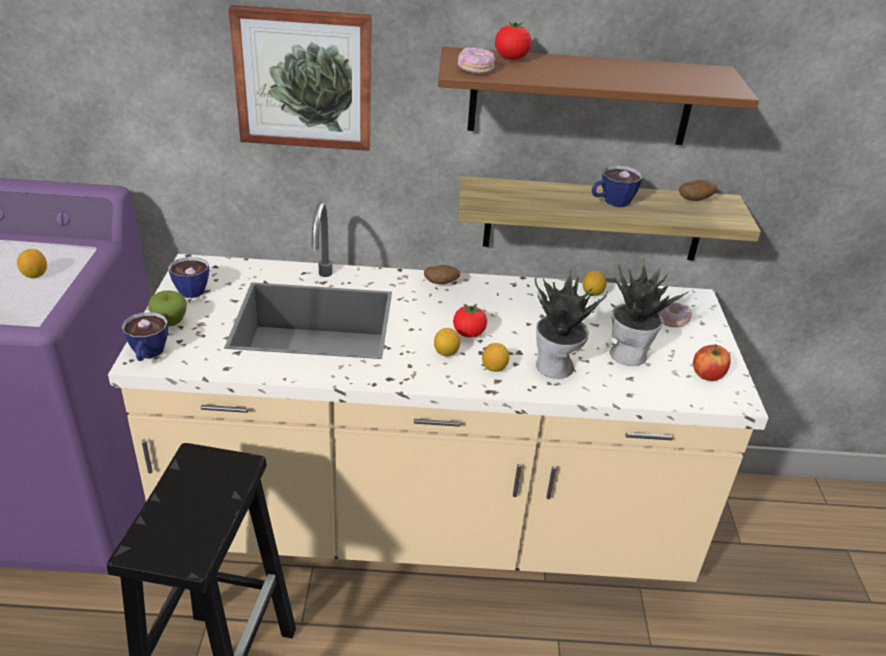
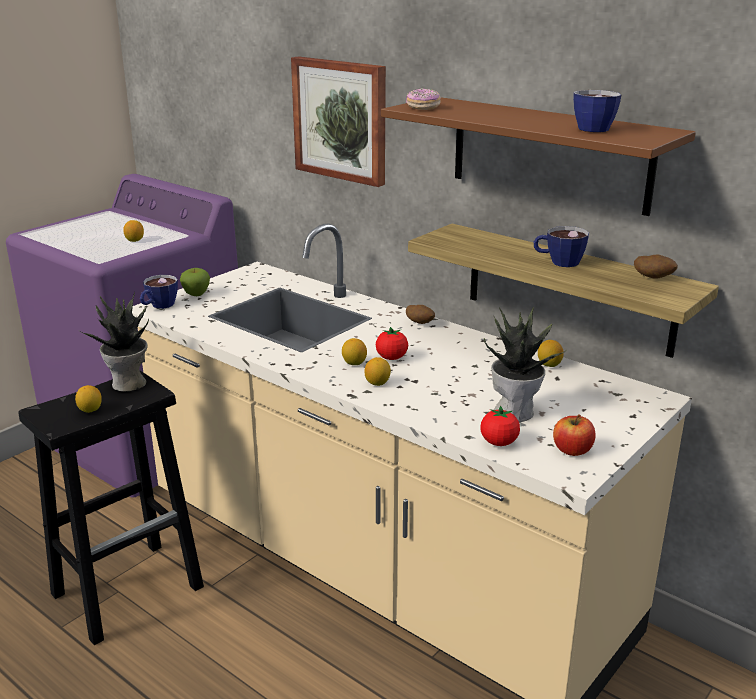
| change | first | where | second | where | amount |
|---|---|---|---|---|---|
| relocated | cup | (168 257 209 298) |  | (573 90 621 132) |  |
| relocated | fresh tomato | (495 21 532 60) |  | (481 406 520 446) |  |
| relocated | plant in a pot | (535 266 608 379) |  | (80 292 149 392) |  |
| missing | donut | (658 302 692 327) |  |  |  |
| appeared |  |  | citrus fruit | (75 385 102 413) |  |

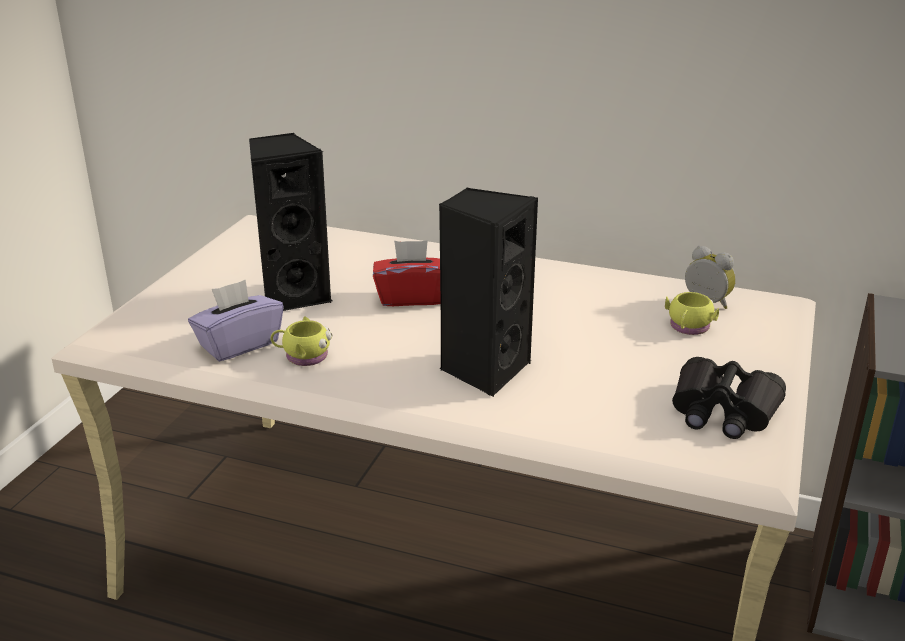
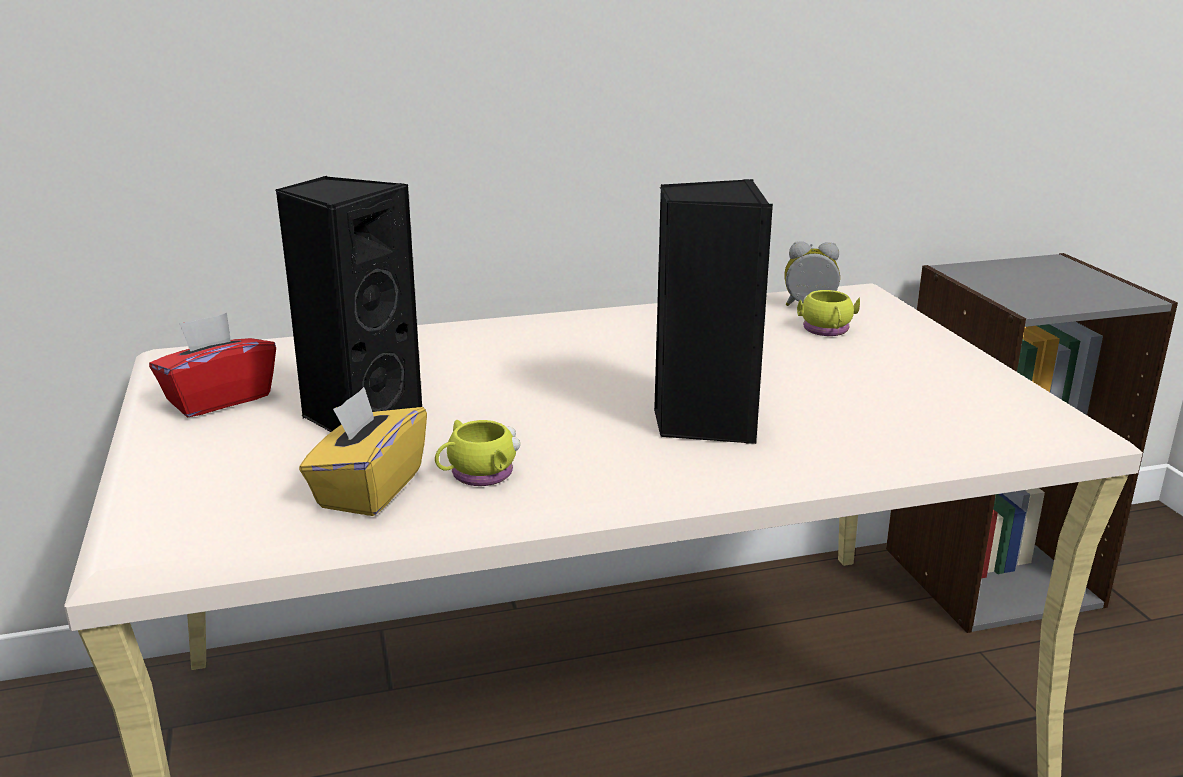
| change | first | where | second | where | amount |
|---|---|---|---|---|---|
| colour | tissue holder in purple-coloured | (188 280 284 362) | tissue holder in yellow-coloured | (299 387 427 516) |  |
| relocated | tissue holder in reddish | (373 240 441 306) |  | (149 313 276 418) |  |
| missing | binoculars in blackish | (672 357 786 439) |  |  |  |

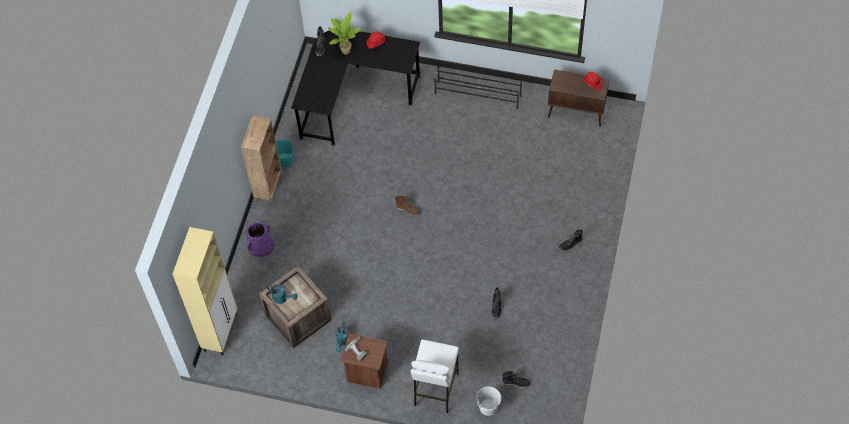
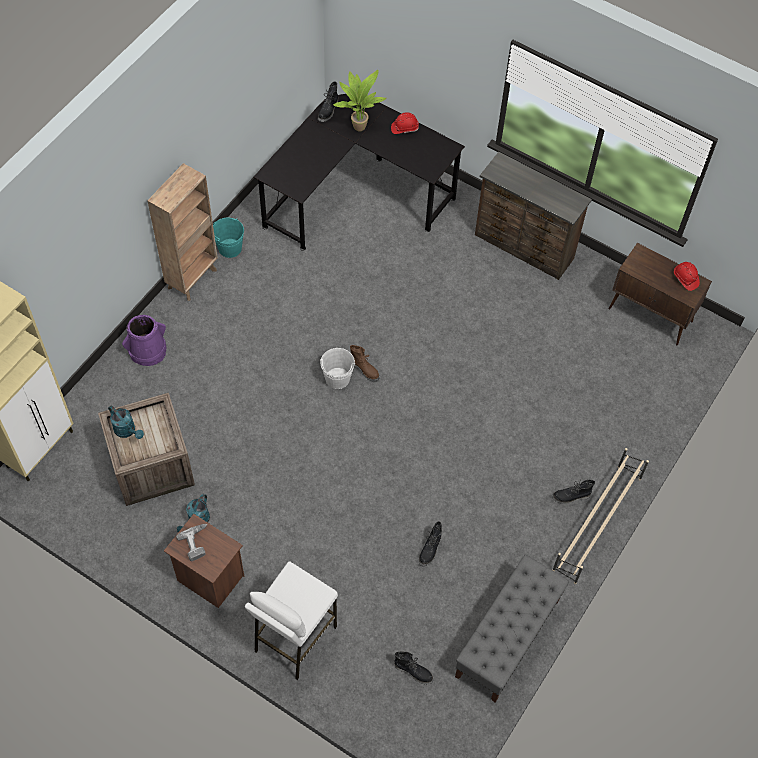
| change | first | where | second | where | amount |
|---|---|---|---|---|---|
| exchanged | shoe rack in blackish | (434 66 522 109) | dresser in brownish | (475 152 592 280) |  |
| relocated | pail in white | (476 387 501 416) |  | (320 348 355 389) |  |
| appeared |  |  | indoor bench in greyish | (455 555 569 703) |  |
| appeared |  |  | shoe rack in beige-coloured | (552 448 649 584) |  |

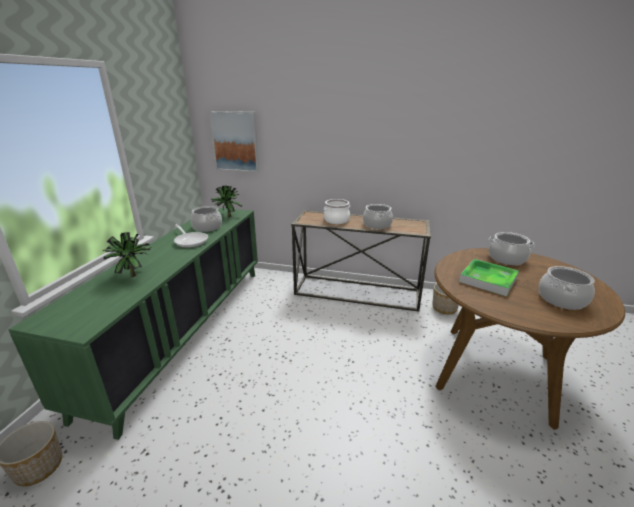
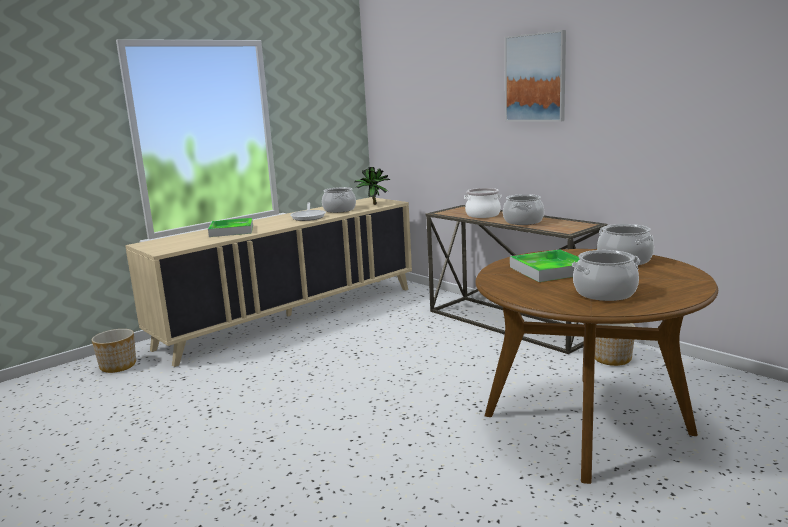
| change | first | where | second | where | amount |
|---|---|---|---|---|---|
| colour | cabinet in green-coloured | (8 208 258 440) | cabinet in beige-coloured | (125 197 412 367) |  |
| exchanged | plant in a pot | (102 232 152 277) | serving tray | (208 218 253 237) |  |
| relocated | picture | (209 111 259 172) |  | (505 30 566 122) |  |

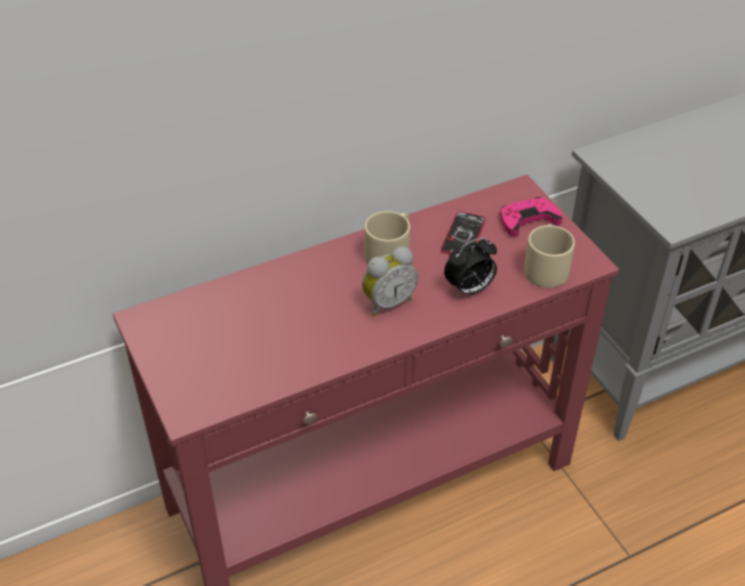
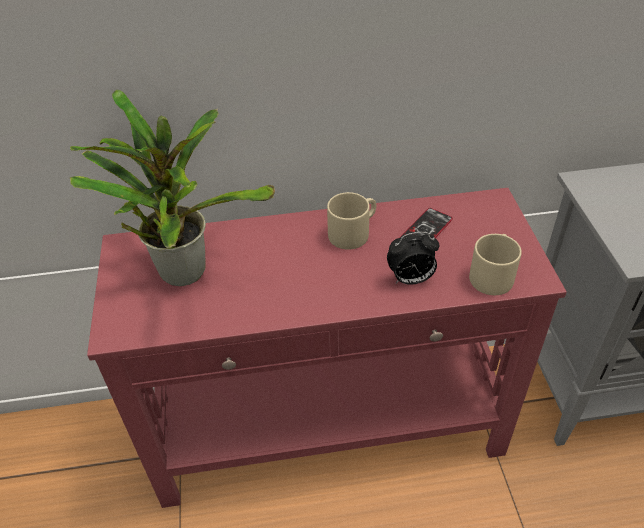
| change | first | where | second | where | amount |
|---|---|---|---|---|---|
| missing | table clock | (362 247 418 316) |  |  |  |
| missing | game controller in pinkish | (501 197 562 237) |  |  |  |
| appeared |  |  | plant in a pot | (70 90 275 286) |  |

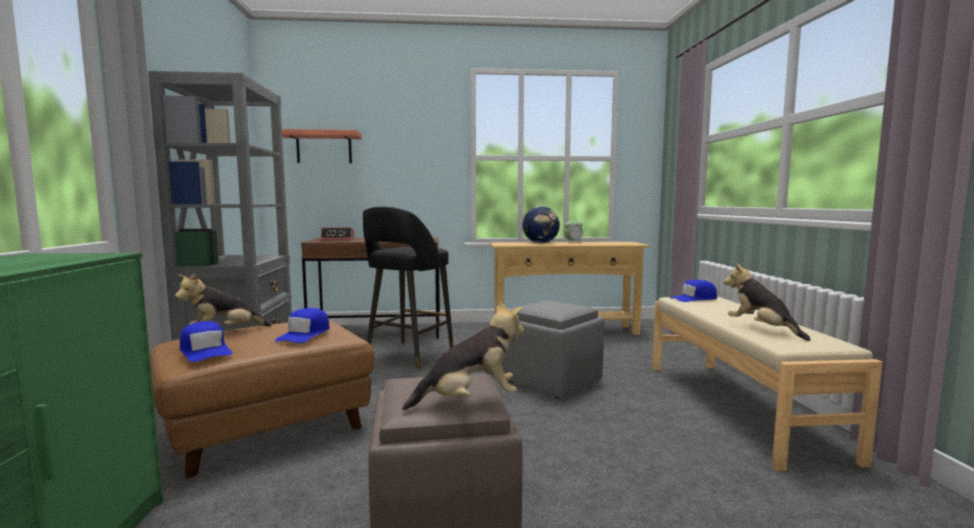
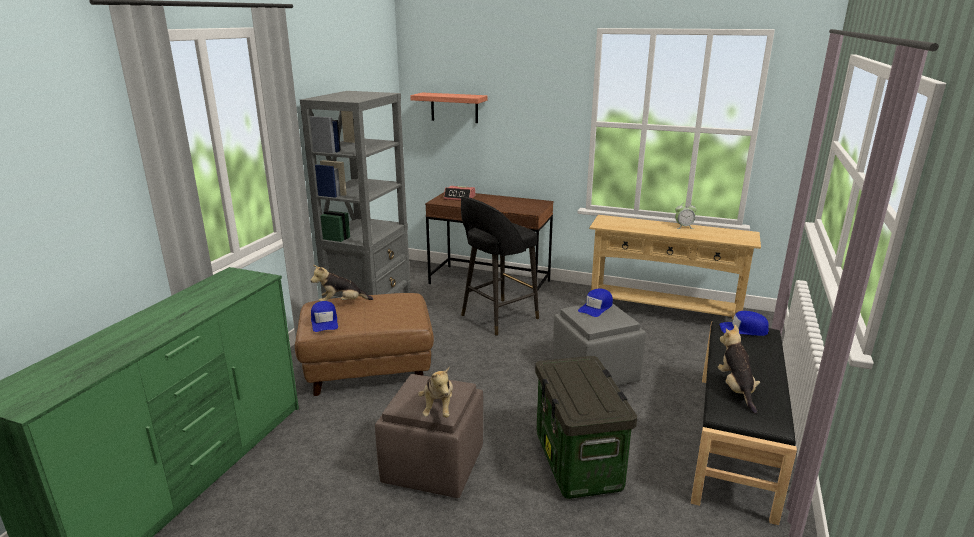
| change | first | where | second | where | amount |
|---|---|---|---|---|---|
| relocated | baseball cap in blue-coloured | (275 308 330 343) |  | (578 289 613 317) |  |
| spun | plush toy | (402 300 524 411) |  | (418 367 453 418) | 75 degrees clockwise |
| missing | globe | (522 206 560 243) |  |  |  |
| colour | indoor bench in beige-coloured | (652 297 883 471) | indoor bench in blackish | (691 320 797 525) |  |
| appeared |  |  | storage container | (535 356 637 499) |  |

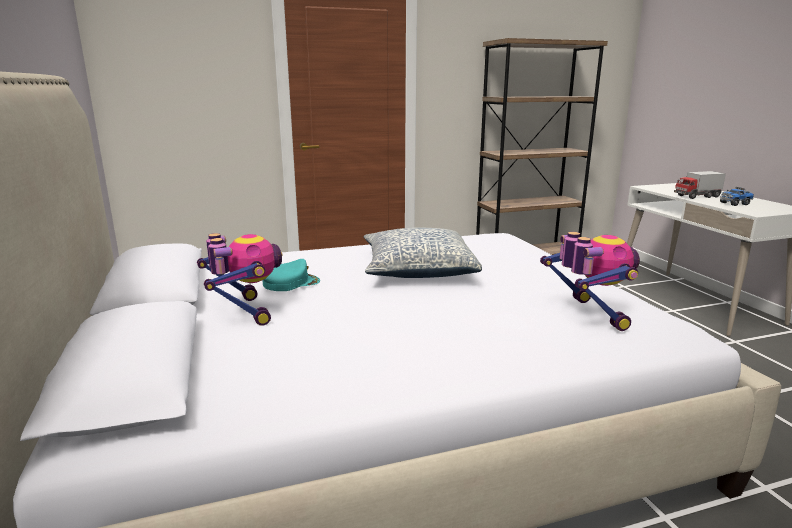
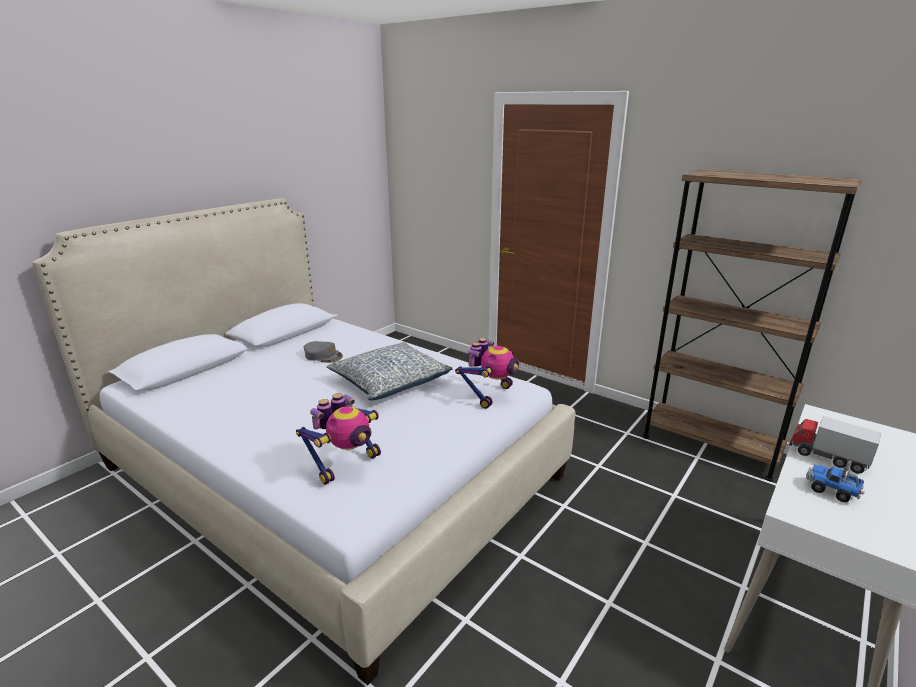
| change | first | where | second | where | amount |
|---|---|---|---|---|---|
| relocated | toy robot | (197 233 282 326) |  | (455 338 519 409) |  |
| colour | baseball cap in turquoise | (262 259 320 291) | baseball cap in greyish | (303 341 343 363) |  |

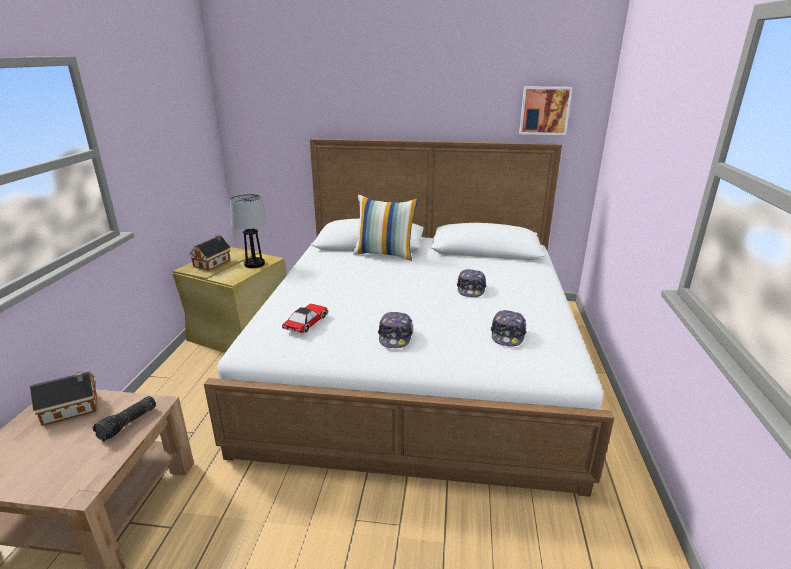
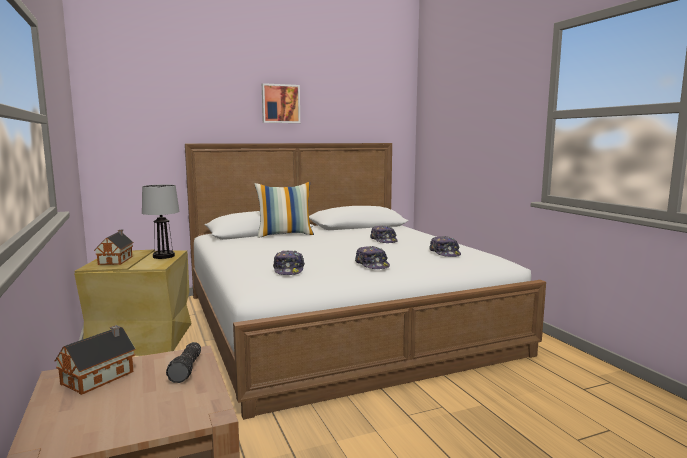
| change | first | where | second | where | amount |
|---|---|---|---|---|---|
| exchanged | toy car | (282 304 328 334) | baseball cap | (273 251 305 275) |  |
| relocated | picture | (519 87 573 135) |  | (262 83 300 123) |  |

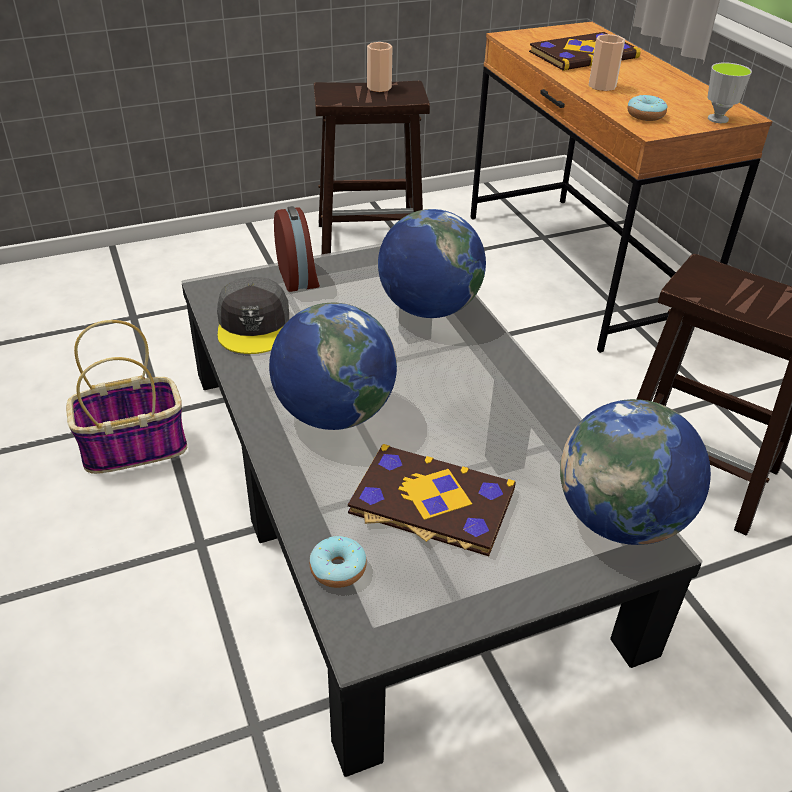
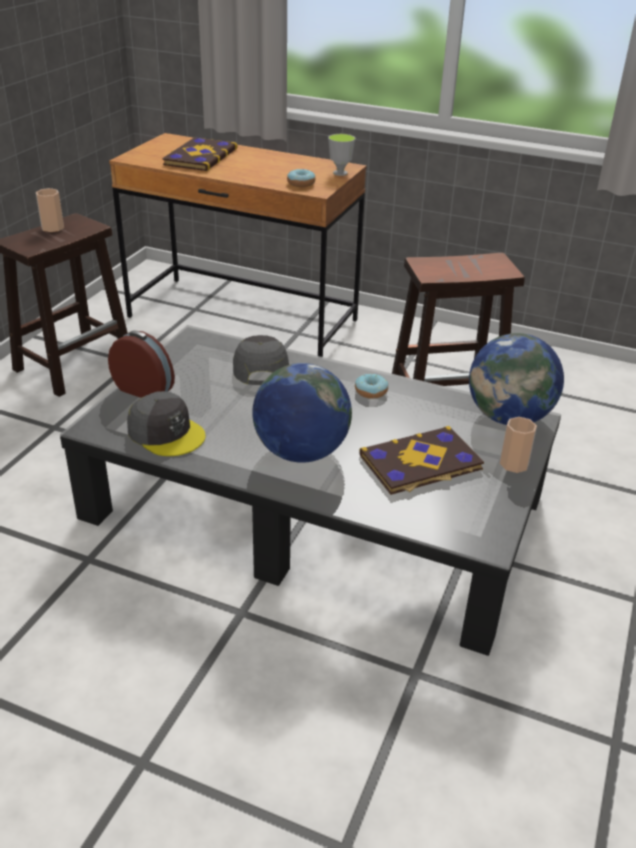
| change | first | where | second | where | amount |
|---|---|---|---|---|---|
| missing | household basket | (66 320 187 474) |  |  |  |
| relocated | donut | (309 536 367 588) |  | (355 373 388 399) |  |
| exchanged | globe | (378 209 486 318) | baseball cap in greyish | (233 335 289 385) |  |
| relocated | cup | (589 34 625 91) |  | (500 417 537 473) |  |

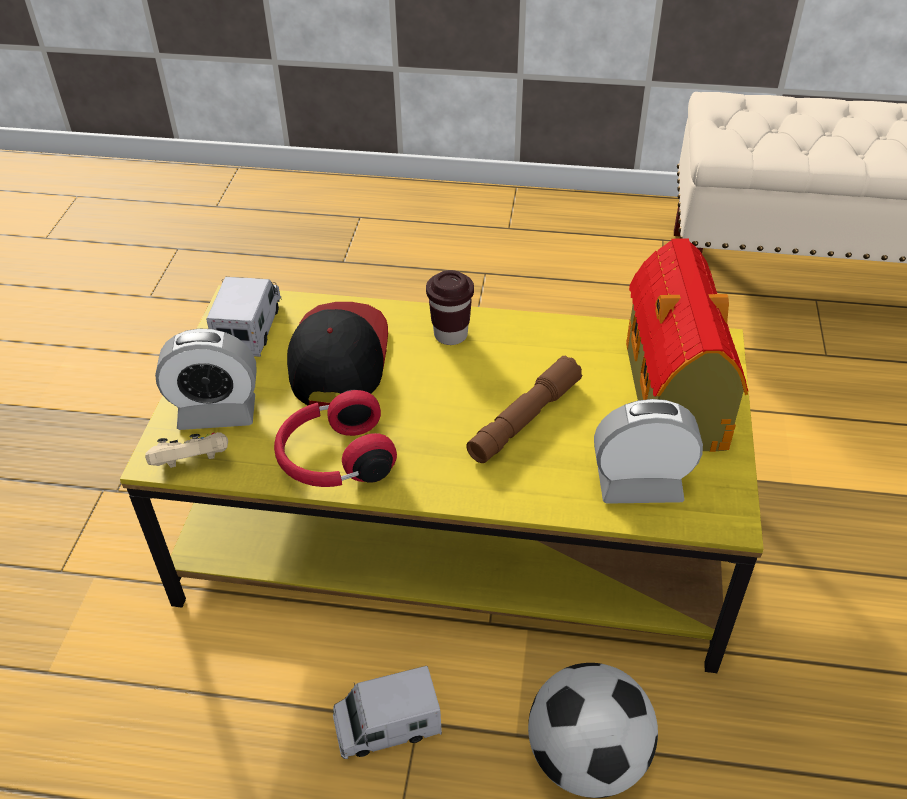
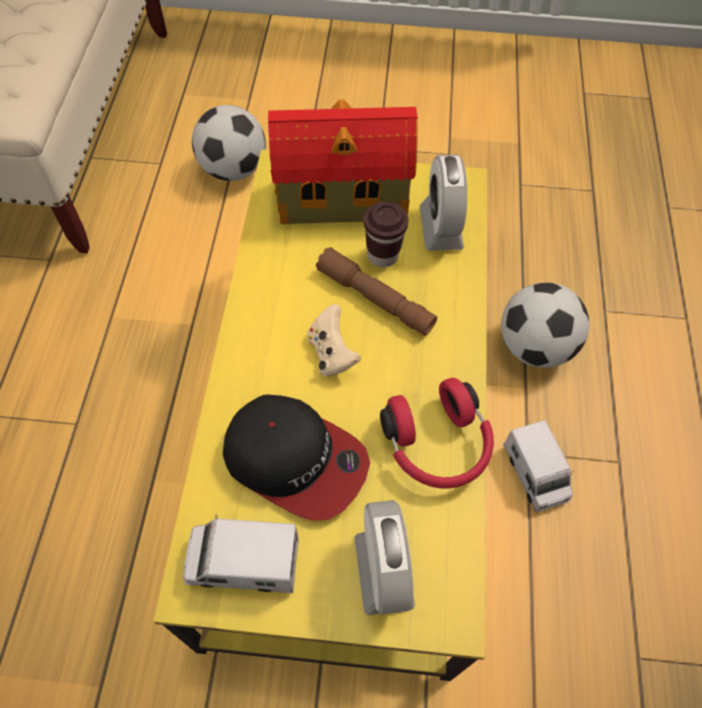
| change | first | where | second | where | amount |
|---|---|---|---|---|---|
| relocated | game controller in beige-coloured | (145 432 228 468) |  | (307 304 361 377) |  |
| spun | baseball cap | (287 302 388 406) |  | (223 395 370 521) | 150 degrees counterclockwise |
| relocated | cup in brownish | (426 270 474 345) |  | (364 202 409 267) |  |
| appeared |  |  | ball for football | (192 105 266 181) |  |

